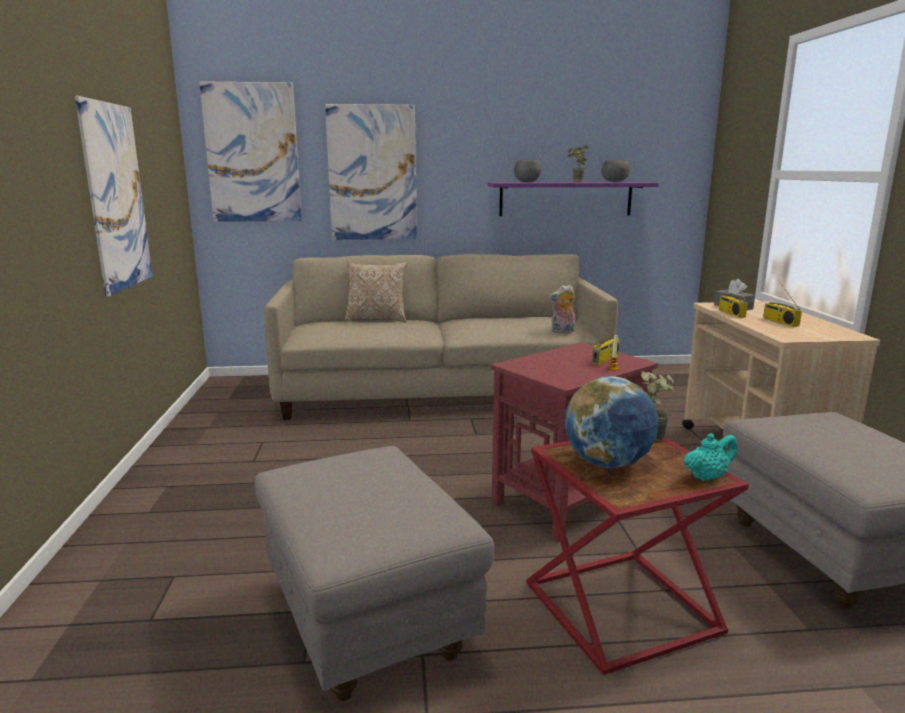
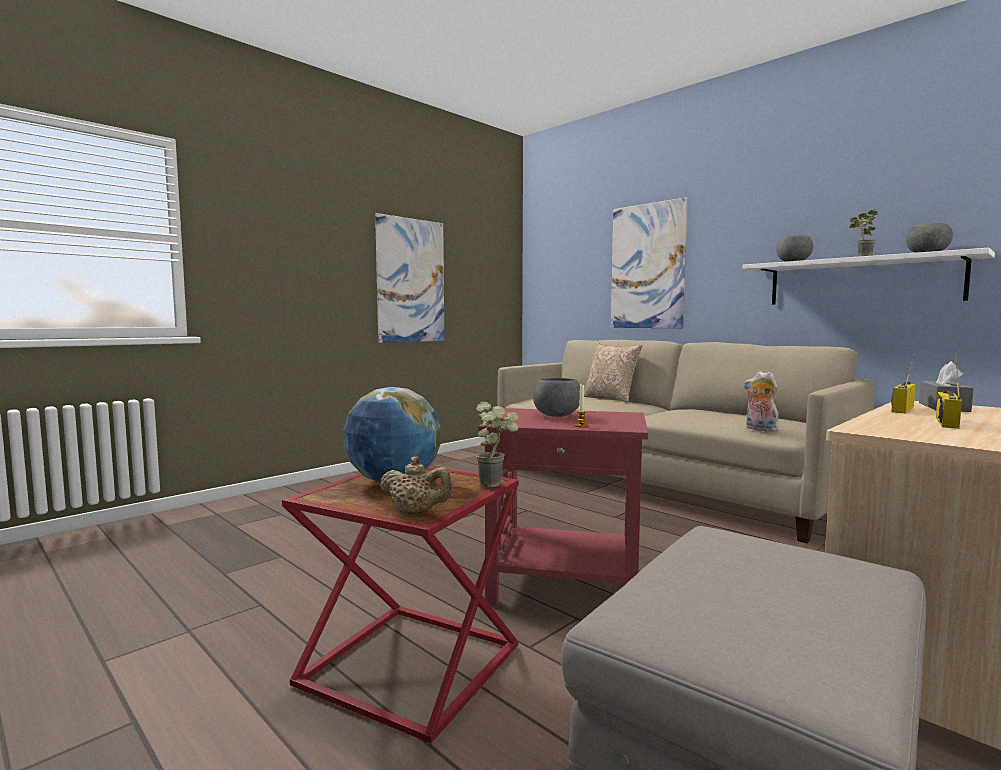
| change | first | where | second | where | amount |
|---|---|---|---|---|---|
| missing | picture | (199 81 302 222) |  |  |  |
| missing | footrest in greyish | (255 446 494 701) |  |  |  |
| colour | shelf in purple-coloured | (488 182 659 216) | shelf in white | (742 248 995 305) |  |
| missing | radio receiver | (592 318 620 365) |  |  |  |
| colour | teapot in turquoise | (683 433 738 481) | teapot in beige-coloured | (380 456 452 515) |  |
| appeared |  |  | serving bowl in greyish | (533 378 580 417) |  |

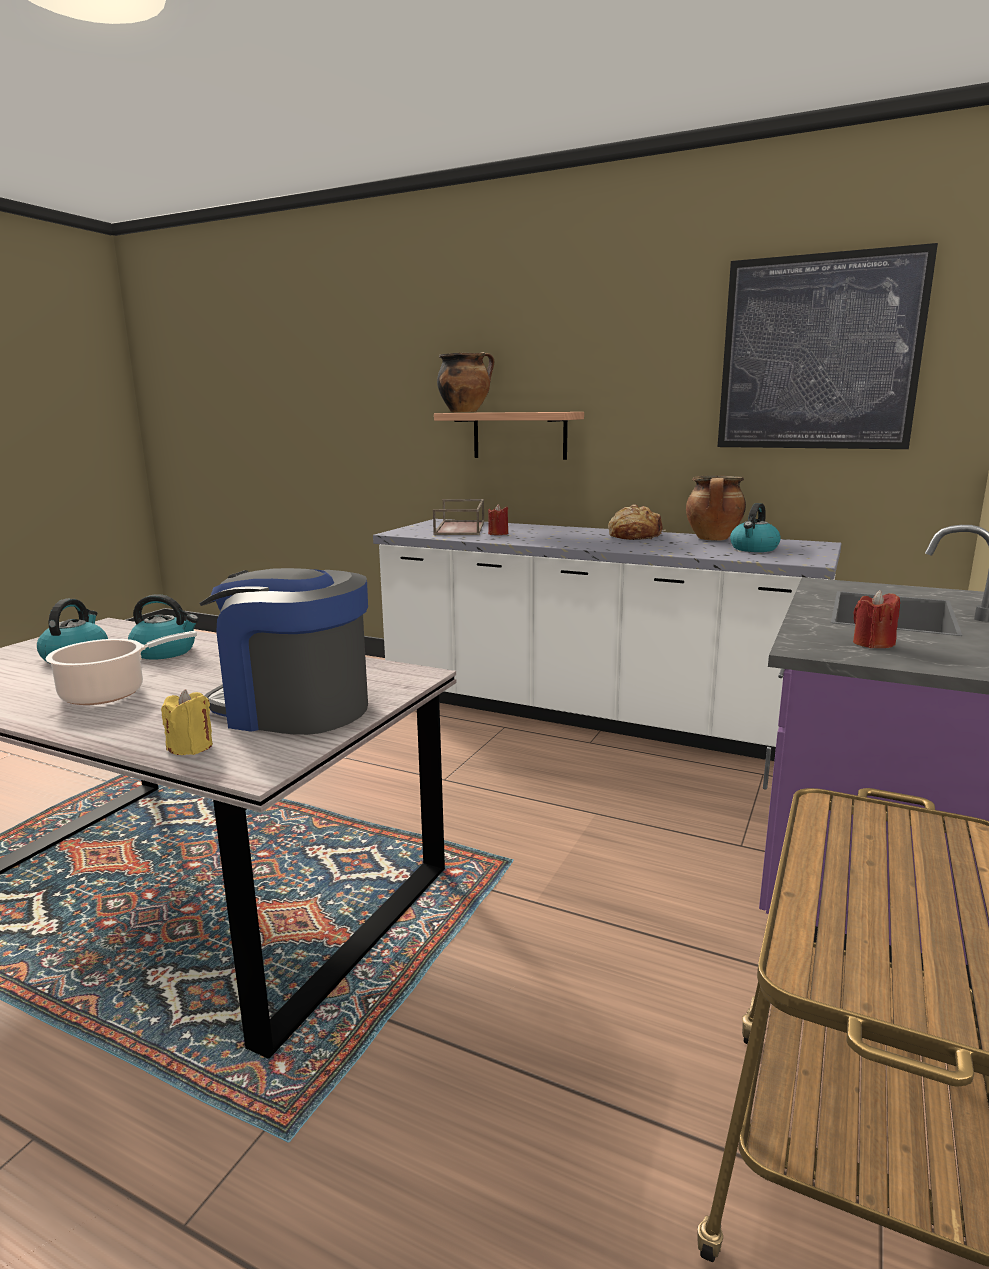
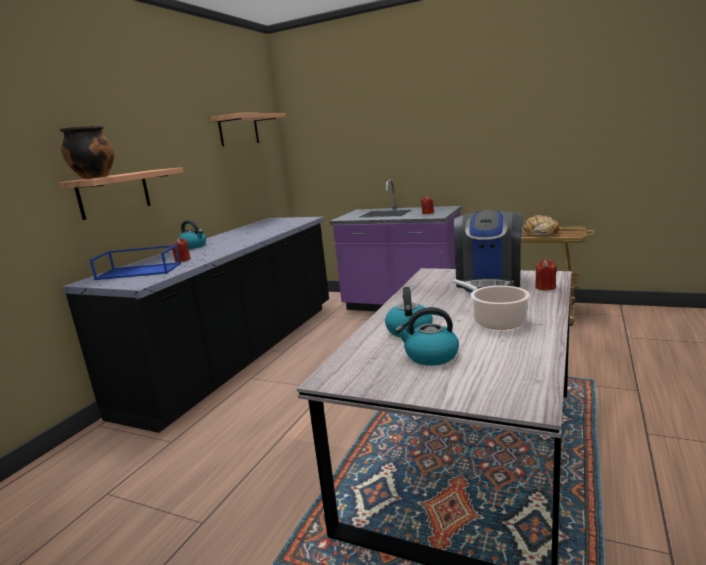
| change | first | where | second | where | amount |
|---|---|---|---|---|---|
| colour | wax light in yellow-coloured | (161 689 213 755) | wax light in reddish | (535 260 557 290) |  |
| colour | kitchen counter in white | (373 519 841 761) | kitchen counter in blackish | (62 217 329 433) |  |
| colour | serving tray in brownish | (433 499 484 535) | serving tray in blue-coloured | (90 245 181 280) |  |
| relocated | bread | (608 505 665 540) |  | (523 215 559 236) |  |
| missing | cooking pot | (686 476 746 541) |  |  |  |
| exchanged | picture | (718 243 938 449) | shelf | (210 113 286 146) |  |
| relocated | water kettle | (730 503 781 552) |  | (178 220 206 249) |  |

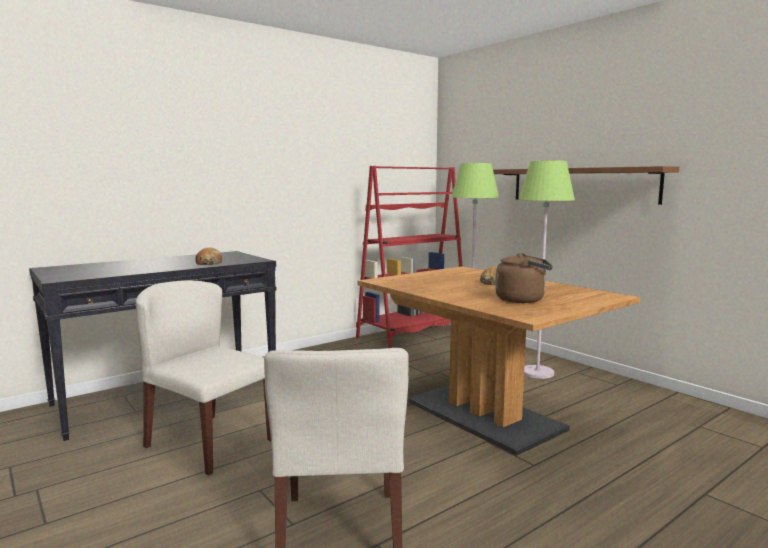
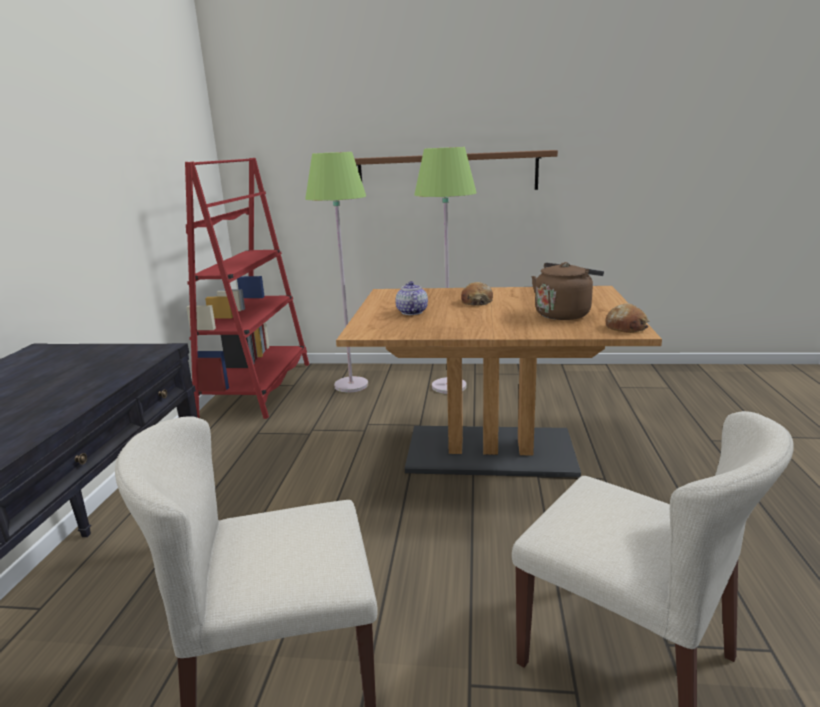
| change | first | where | second | where | amount |
|---|---|---|---|---|---|
| relocated | bread | (196 247 222 265) |  | (605 303 650 333) |  |
| appeared |  |  | teapot | (395 281 428 315) |  |

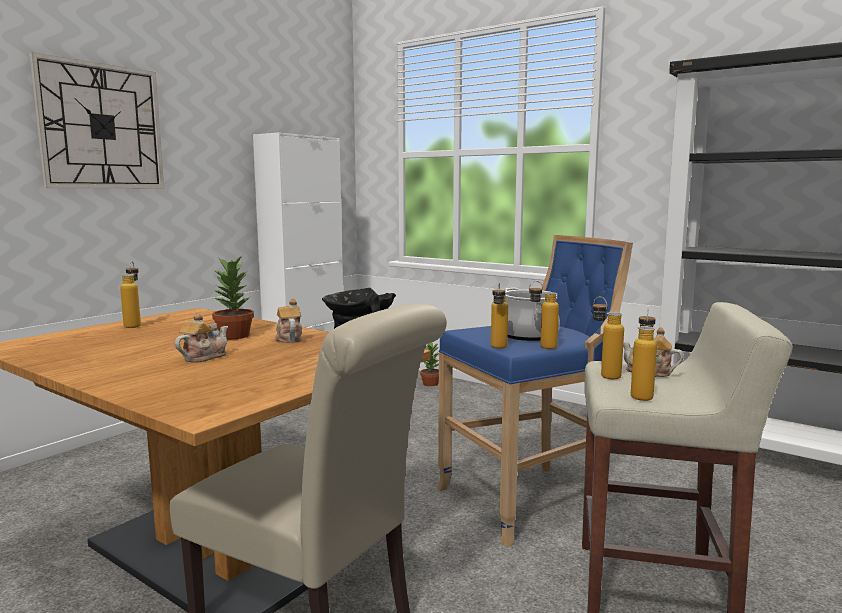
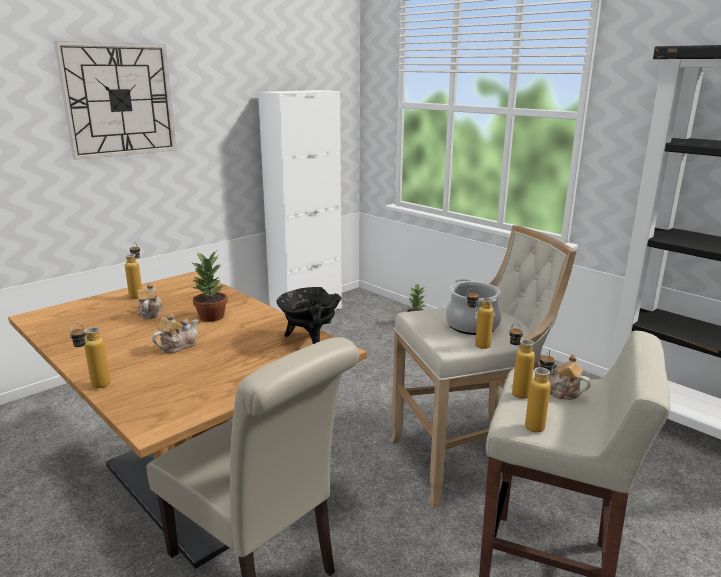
| change | first | where | second | where | amount |
|---|---|---|---|---|---|
| relocated | teapot | (275 298 302 343) |  | (137 283 163 319) |  |
| colour | stool in blue-coloured | (437 235 633 547) | stool in beige-coloured | (390 225 576 509) |  |
| relocated | drink bottle | (491 283 508 348) |  | (70 323 111 388) |  |

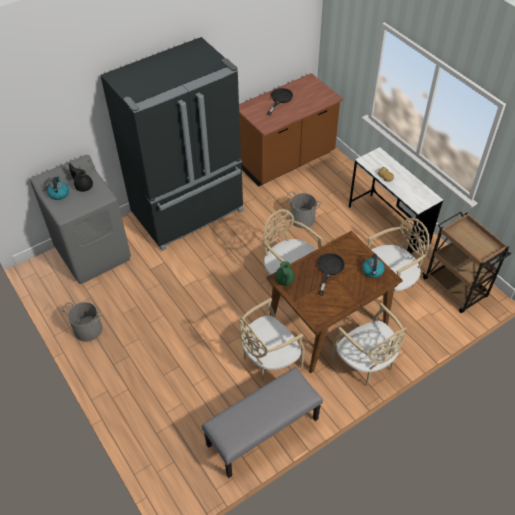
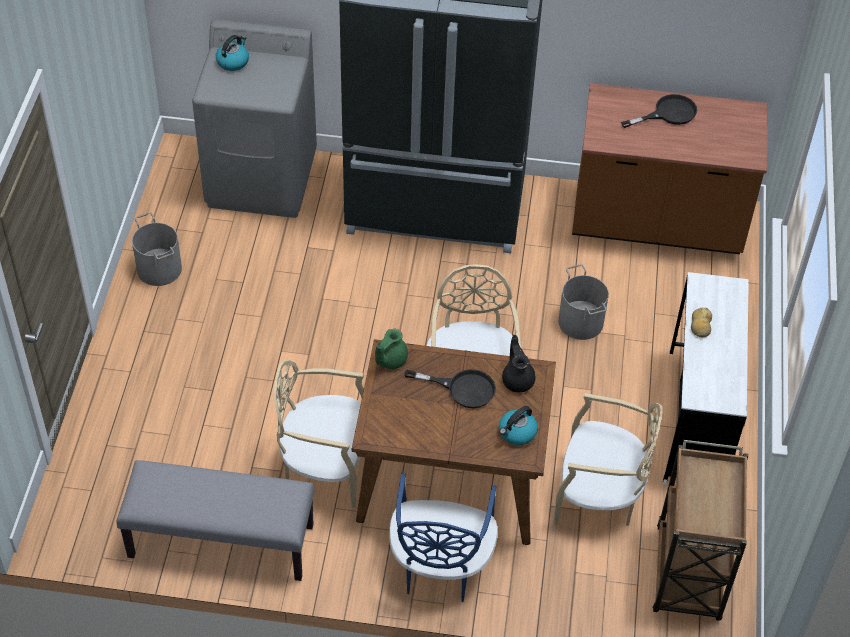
| change | first | where | second | where | amount |
|---|---|---|---|---|---|
| relocated | teapot in blackish | (68 163 93 192) |  | (502 335 536 393) |  |
| spun | pan in blackish | (317 253 345 296) |  | (404 369 496 408) | 45 degrees clockwise |
| colour | plain chair in beige-coloured | (332 303 407 386) | plain chair in blue-coloured | (389 473 498 602) |  |

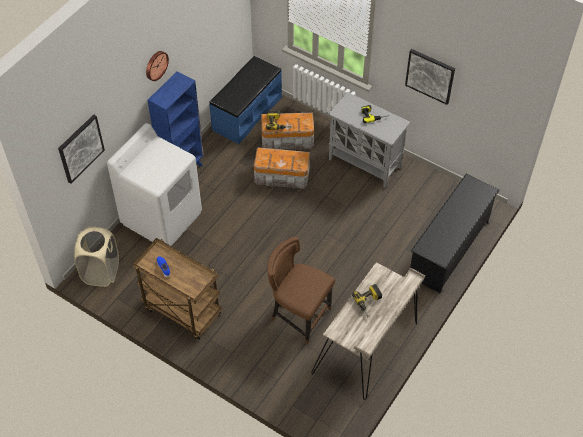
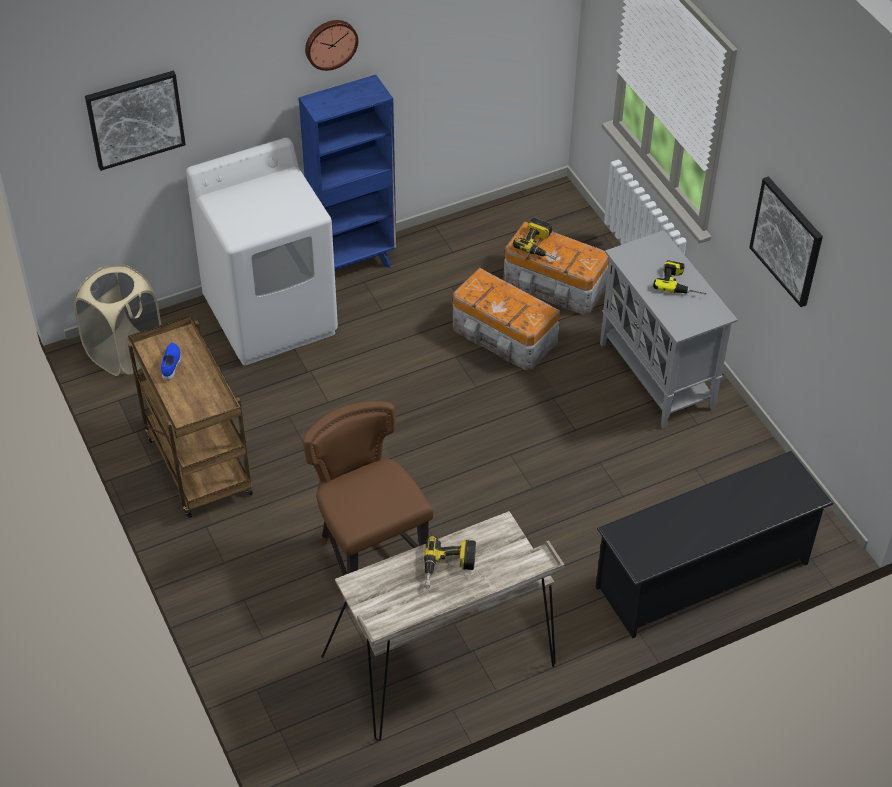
| change | first | where | second | where | amount |
|---|---|---|---|---|---|
| missing | indoor bench in blue-coloured | (209 56 282 144) |  |  |  |

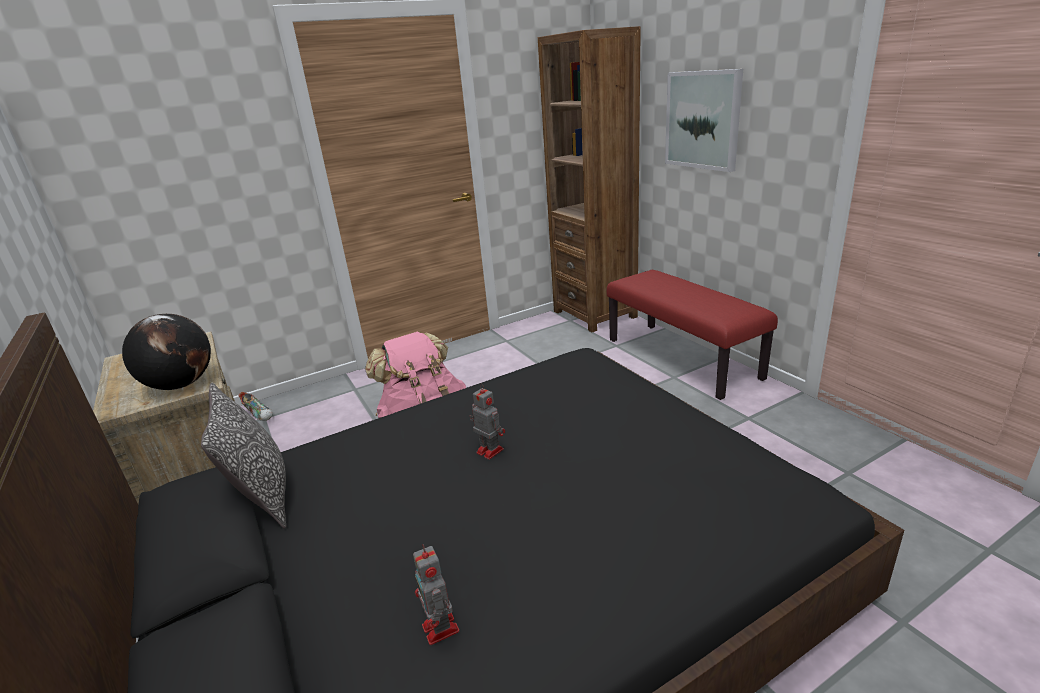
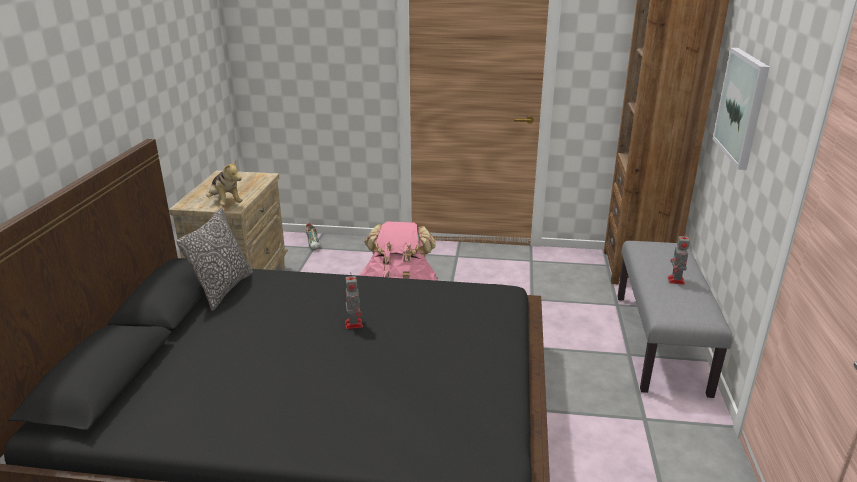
| change | first | where | second | where | amount |
|---|---|---|---|---|---|
| exchanged | globe | (122 314 211 390) | plush toy | (206 159 242 205) |  |
| relocated | toy robot | (413 544 459 645) |  | (668 232 690 285) |  |
| colour | indoor bench in reddish | (606 270 778 400) | indoor bench in greyish | (618 241 732 398) |  |

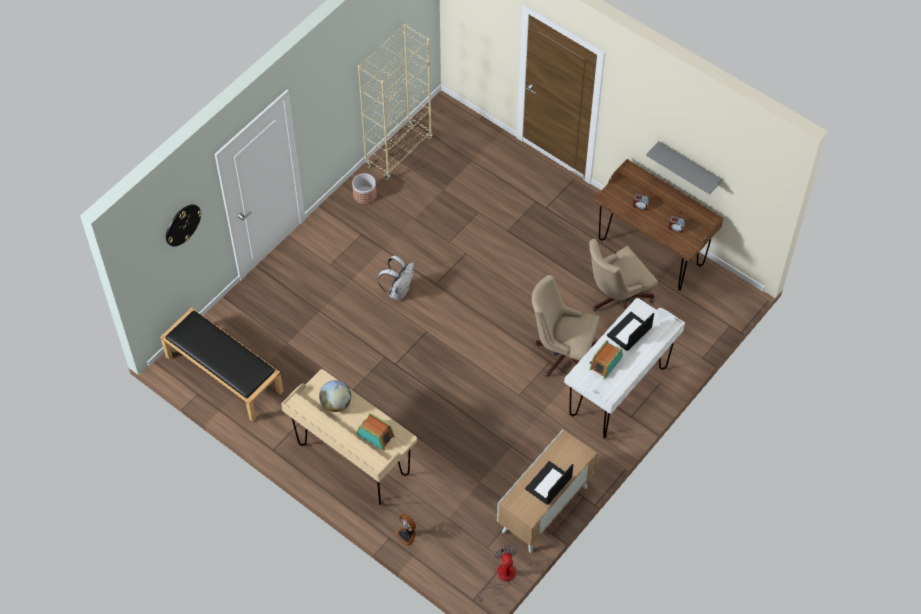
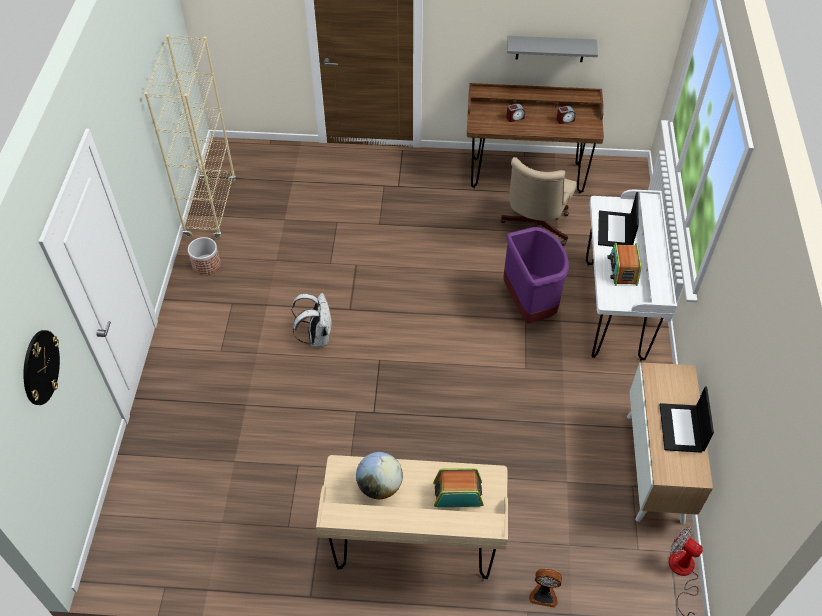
| change | first | where | second | where | amount |
|---|---|---|---|---|---|
| missing | indoor bench in blackish | (160 308 283 422) |  |  |  |
| exchanged | desk chair in beige-coloured | (532 275 599 377) | waste bin in purple-coloured | (503 227 569 323) |  |

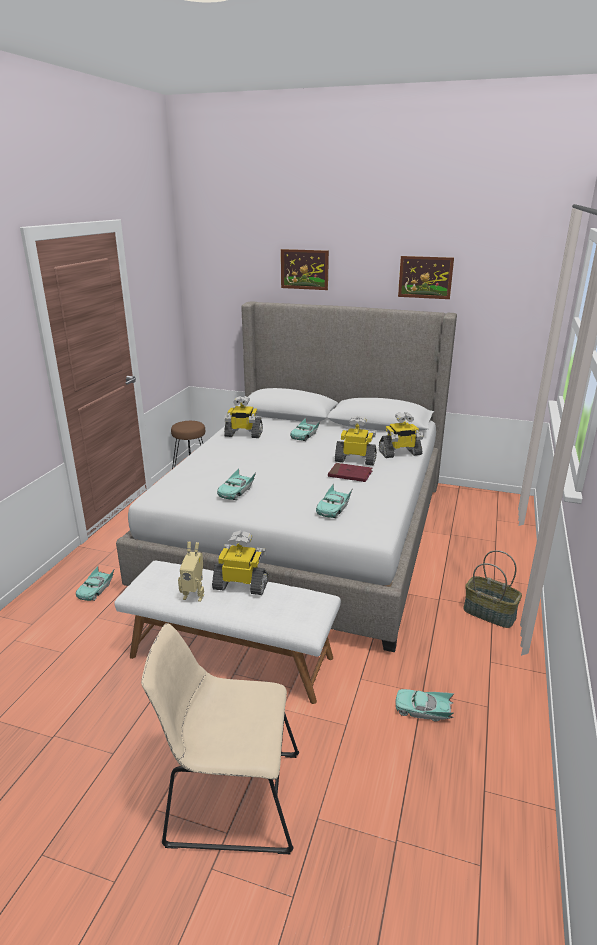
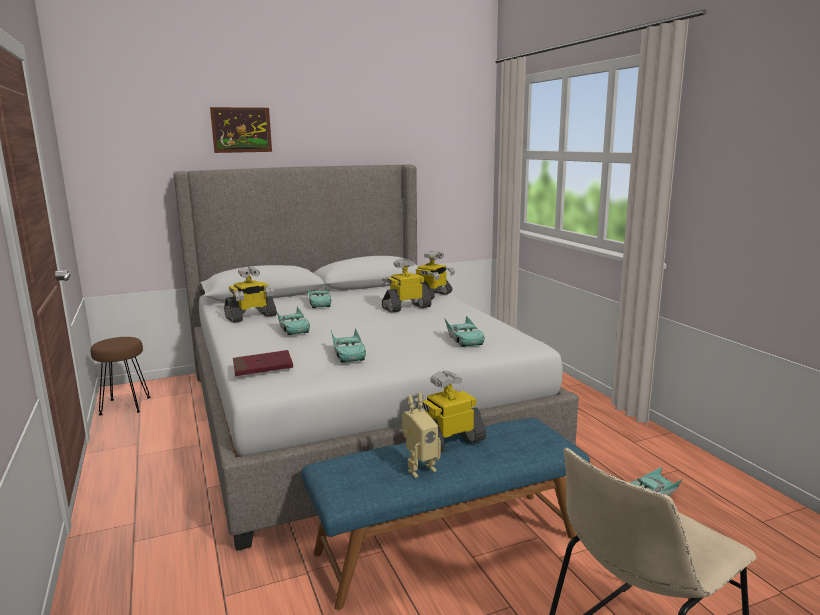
| change | first | where | second | where | amount |
|---|---|---|---|---|---|
| relocated | toy car in turquoise | (76 566 115 601) |  | (275 307 310 335) |  |
| colour | indoor bench in white | (115 561 341 704) | indoor bench in blue-coloured | (301 418 590 610) |  |
| relocated | book in reddish | (328 463 372 482) |  | (233 350 293 376) |  |
| missing | picture | (398 256 454 299) |  |  |  |
| missing | household basket | (463 550 522 628) |  |  |  |

